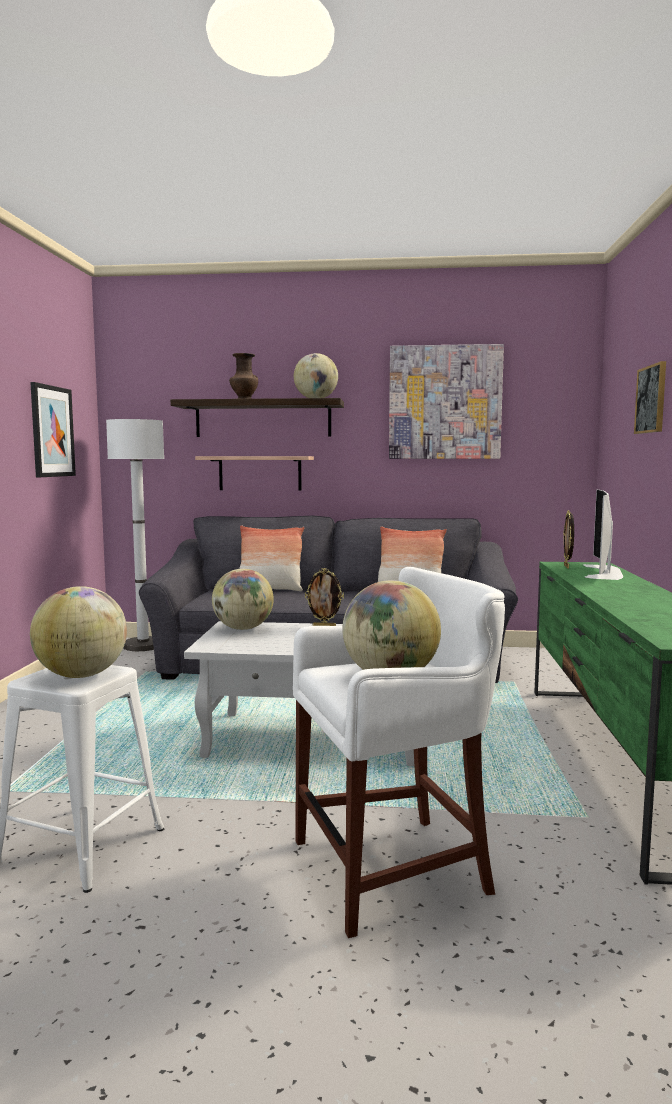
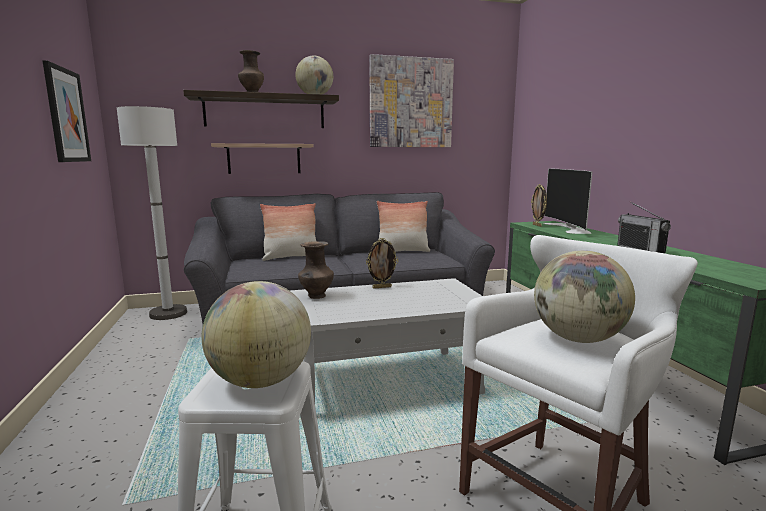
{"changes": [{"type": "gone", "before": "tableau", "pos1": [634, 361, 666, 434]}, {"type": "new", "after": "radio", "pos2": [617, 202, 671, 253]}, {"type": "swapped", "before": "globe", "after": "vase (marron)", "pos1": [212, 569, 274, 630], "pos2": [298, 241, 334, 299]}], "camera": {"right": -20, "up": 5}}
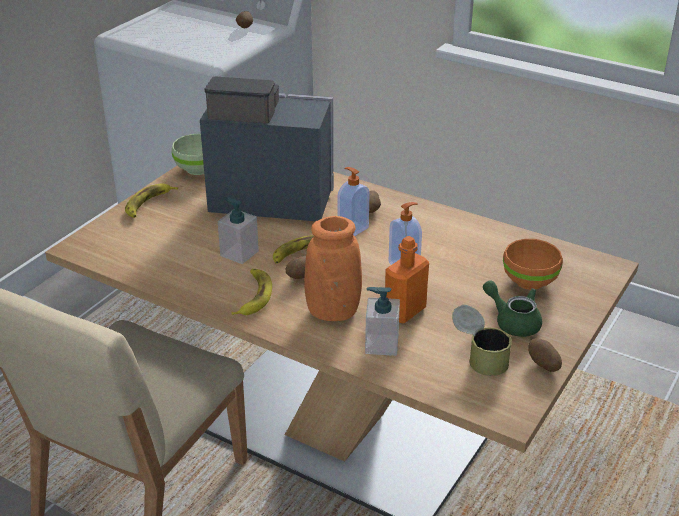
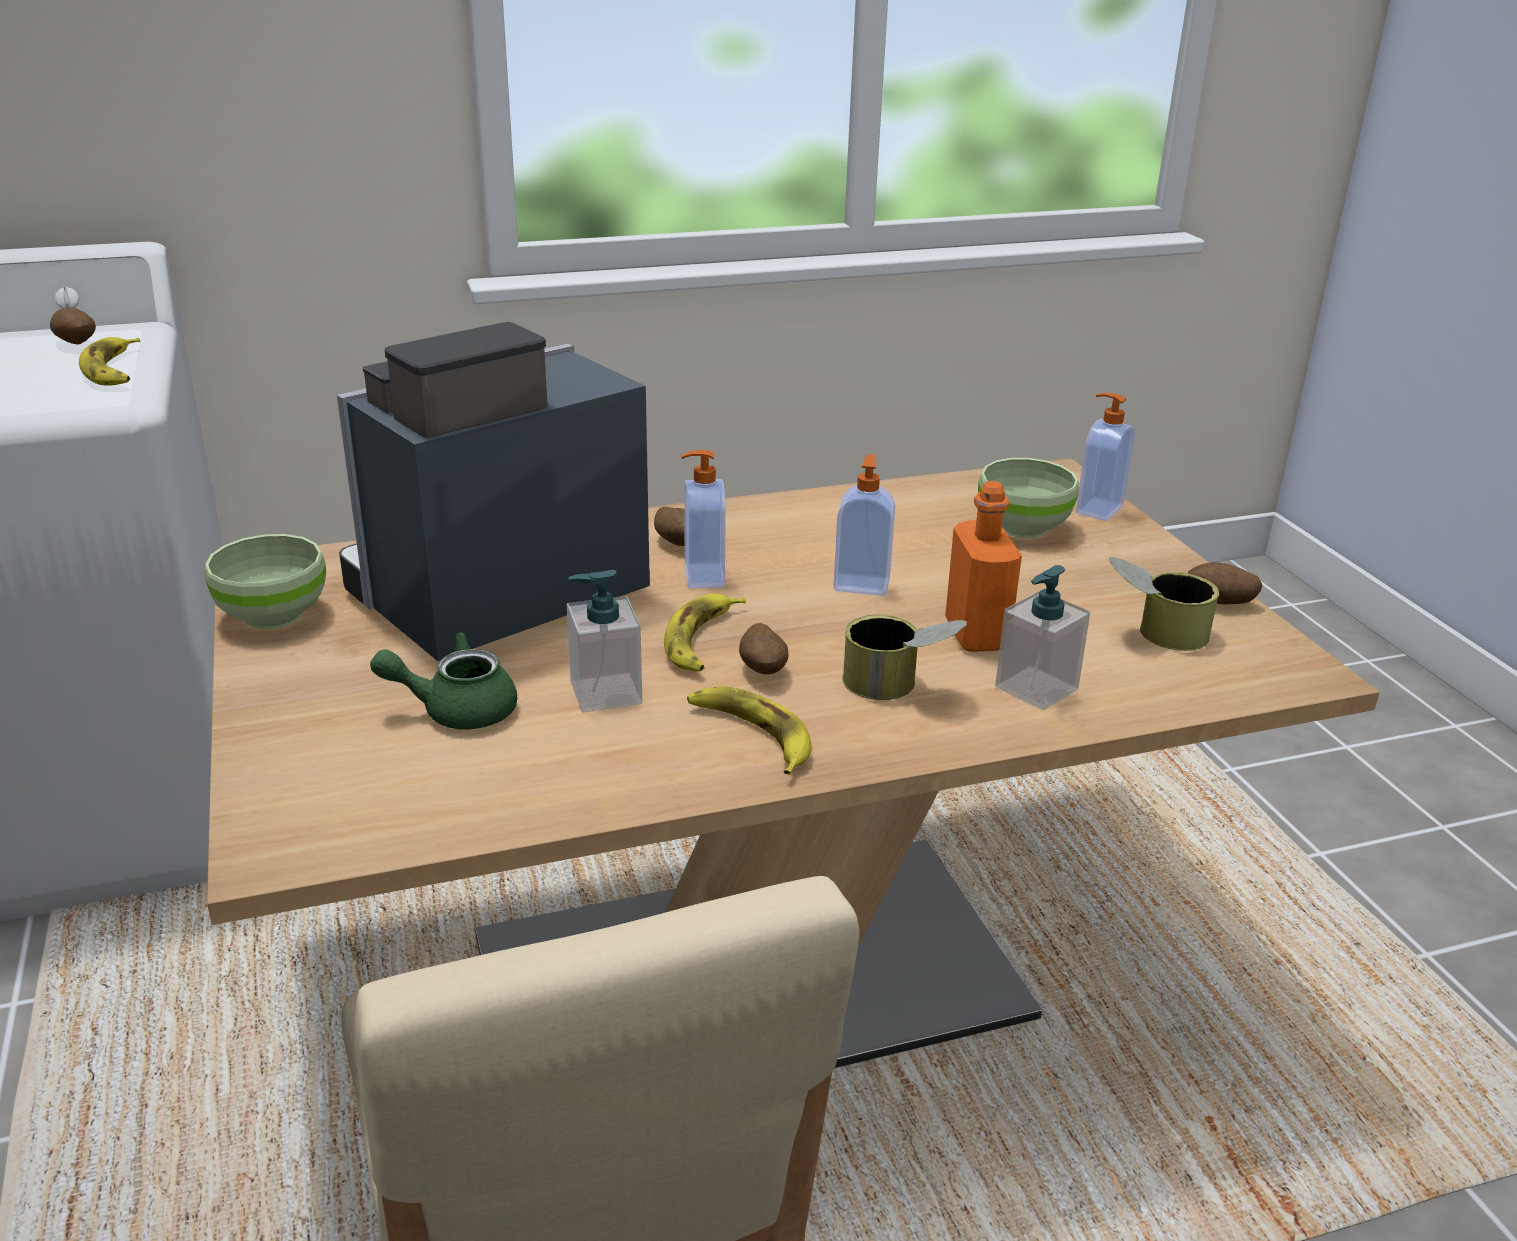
{"changes": [{"type": "new", "after": "distributeur de savon", "pos2": [1076, 393, 1135, 521]}, {"type": "shifted", "before": "banane", "pos1": [125, 183, 178, 218], "pos2": [79, 337, 140, 386]}, {"type": "shifted", "before": "théière (vert)", "pos1": [483, 280, 542, 337], "pos2": [370, 633, 517, 729]}, {"type": "swapped", "before": "vase (orange)", "after": "boîte métallique", "pos1": [304, 216, 362, 321], "pos2": [843, 614, 967, 700]}, {"type": "repainted", "before": "bol (orange)", "after": "bol (vert)", "pos1": [503, 239, 563, 290], "pos2": [978, 458, 1079, 538]}], "camera": {"right": -50, "up": -5}}
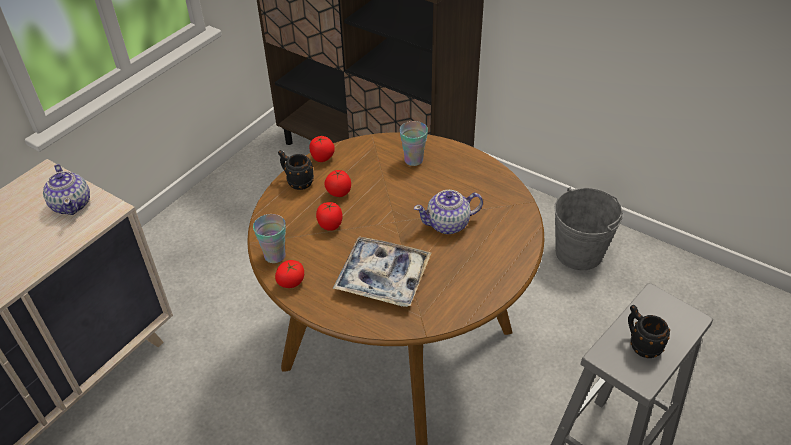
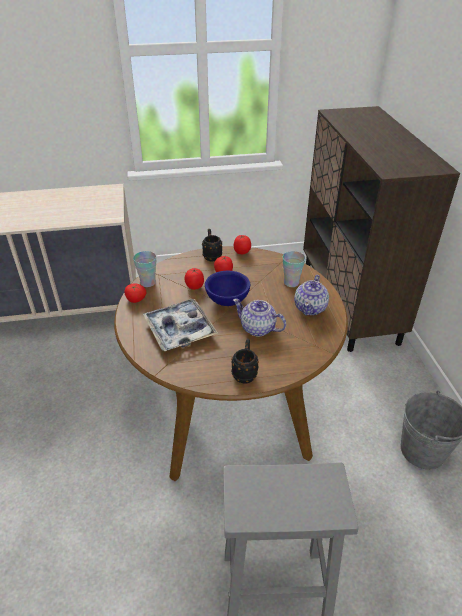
{"changes": [{"type": "new", "after": "bol (bleu)", "pos2": [205, 271, 250, 306]}, {"type": "shifted", "before": "théière", "pos1": [43, 164, 90, 215], "pos2": [294, 275, 329, 315]}, {"type": "shifted", "before": "mug (noir)", "pos1": [628, 305, 670, 358], "pos2": [231, 339, 259, 384]}], "camera": {"right": 45, "up": -5}}
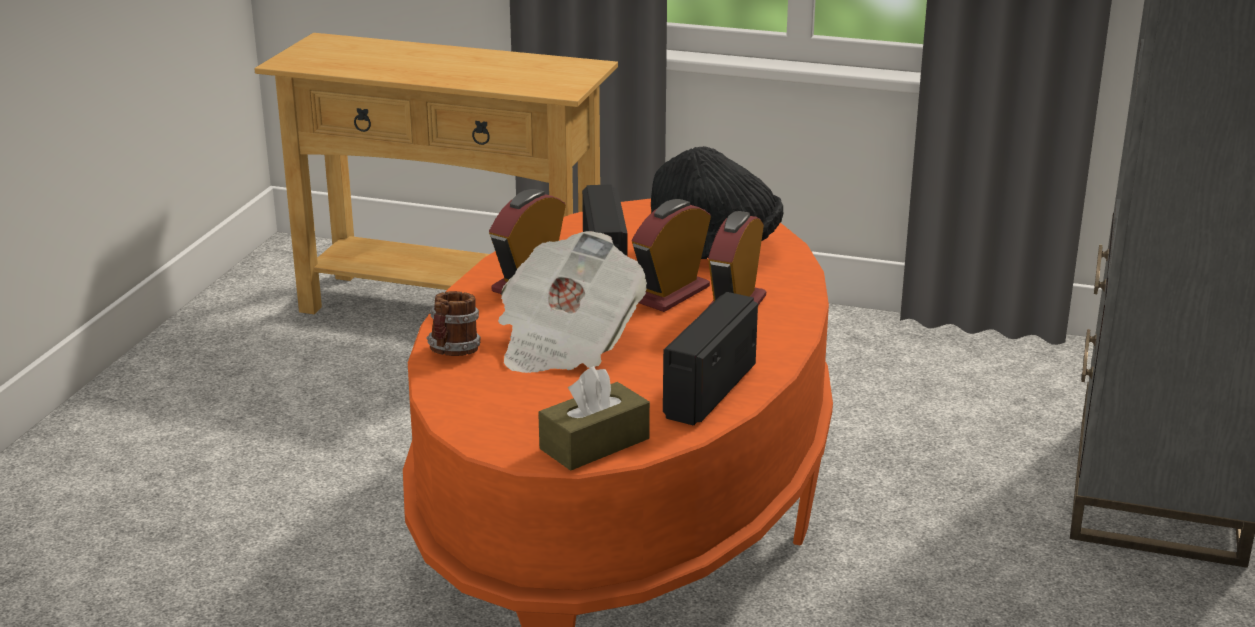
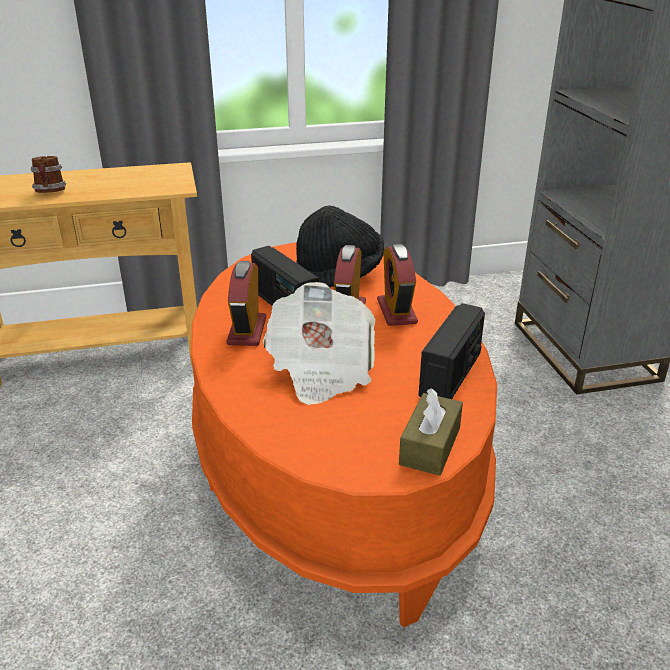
{"changes": [{"type": "shifted", "before": "mug", "pos1": [427, 291, 481, 356], "pos2": [30, 156, 66, 193]}, {"type": "rotated", "before": "radio", "pos1": [663, 292, 758, 425], "pos2": [419, 303, 485, 399], "turn": -150}], "camera": {"right": -30, "up": 5}}
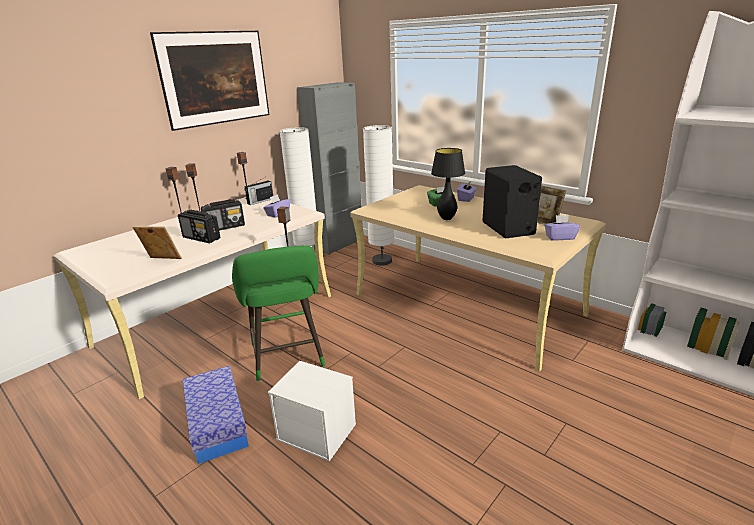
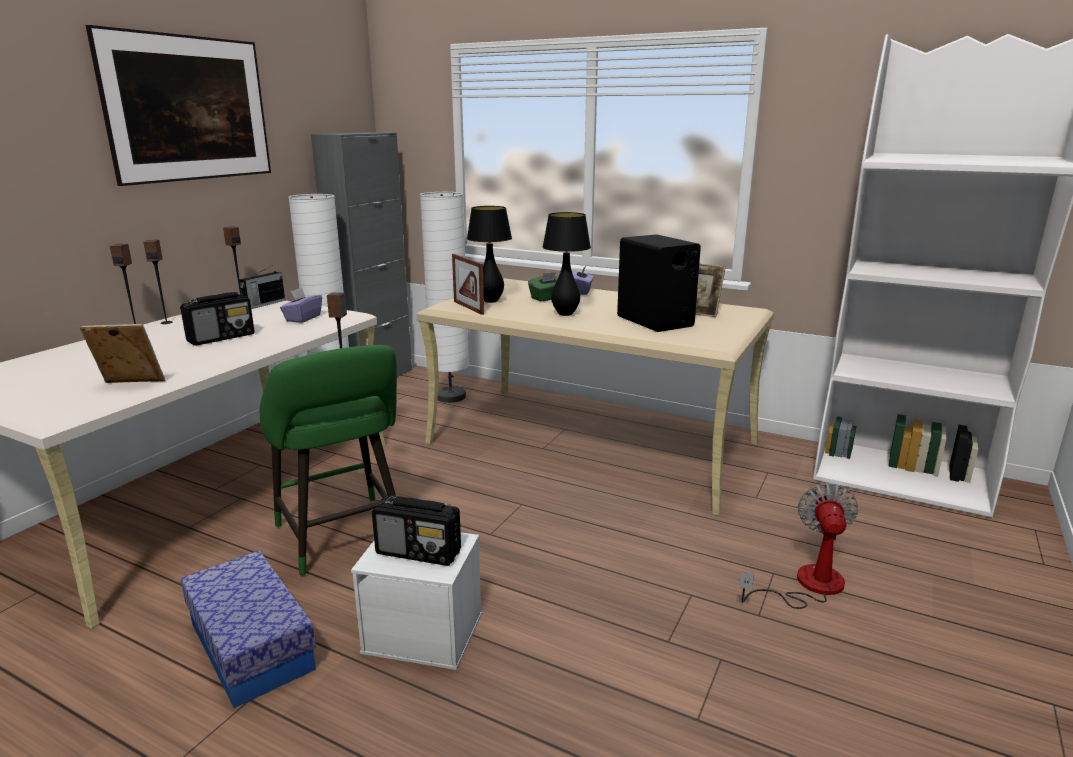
{"changes": [{"type": "gone", "before": "boîte à mouchoirs (violet)", "pos1": [544, 215, 580, 241]}, {"type": "new", "after": "cadre photo", "pos2": [452, 254, 484, 315]}, {"type": "new", "after": "lampe de table (noir)", "pos2": [467, 206, 512, 303]}, {"type": "new", "after": "ventilateur", "pos2": [739, 483, 858, 609]}, {"type": "shifted", "before": "radio", "pos1": [178, 210, 221, 243], "pos2": [372, 495, 461, 566]}], "camera": {"right": -15, "up": -5}}
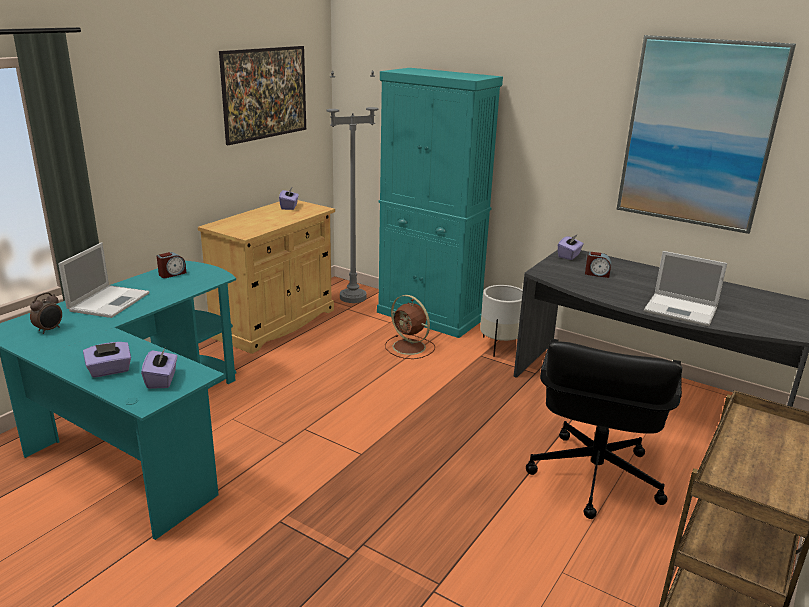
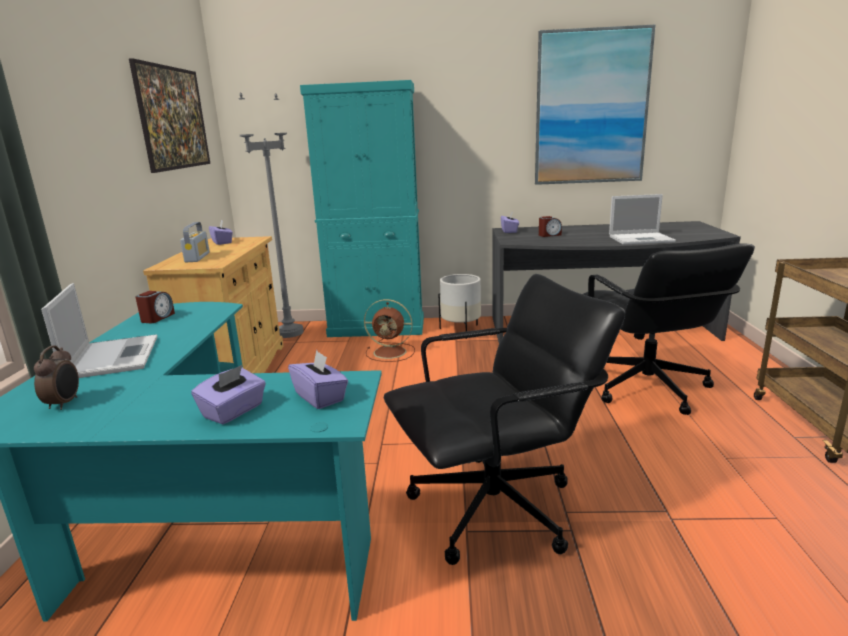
{"changes": [{"type": "new", "after": "radio", "pos2": [180, 222, 210, 263]}, {"type": "new", "after": "chaise de bureau (noir)", "pos2": [384, 274, 625, 565]}], "camera": {"right": -30, "up": -5}}
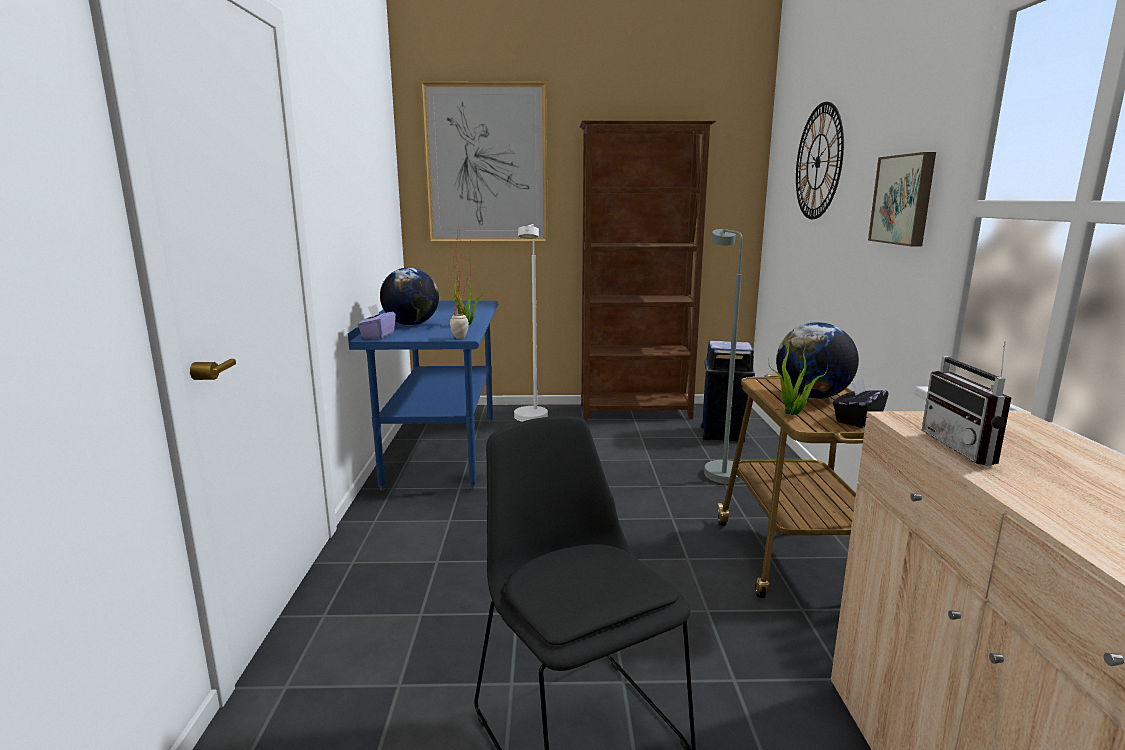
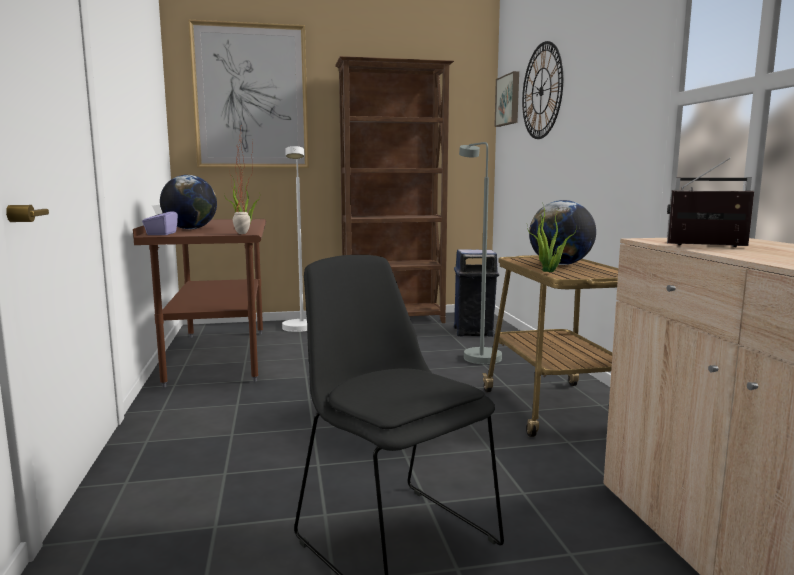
{"changes": [{"type": "gone", "before": "boîte à mouchoirs (noir)", "pos1": [833, 377, 889, 428]}, {"type": "shifted", "before": "tableau", "pos1": [868, 152, 936, 246], "pos2": [494, 71, 519, 127]}, {"type": "repainted", "before": "bureau (bleu)", "after": "bureau (marron)", "pos1": [348, 301, 499, 491], "pos2": [133, 219, 266, 387]}, {"type": "rotated", "before": "radio", "pos1": [922, 341, 1012, 466], "pos2": [667, 158, 754, 247], "turn": 120}], "camera": {"right": -10, "up": -5}}
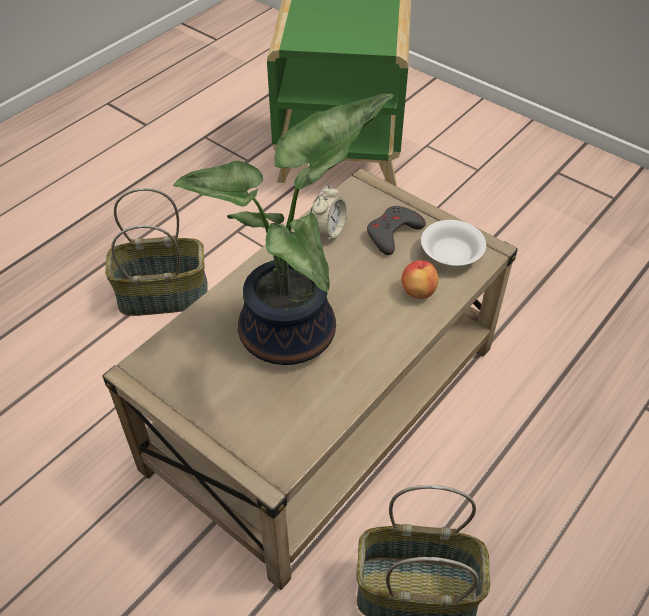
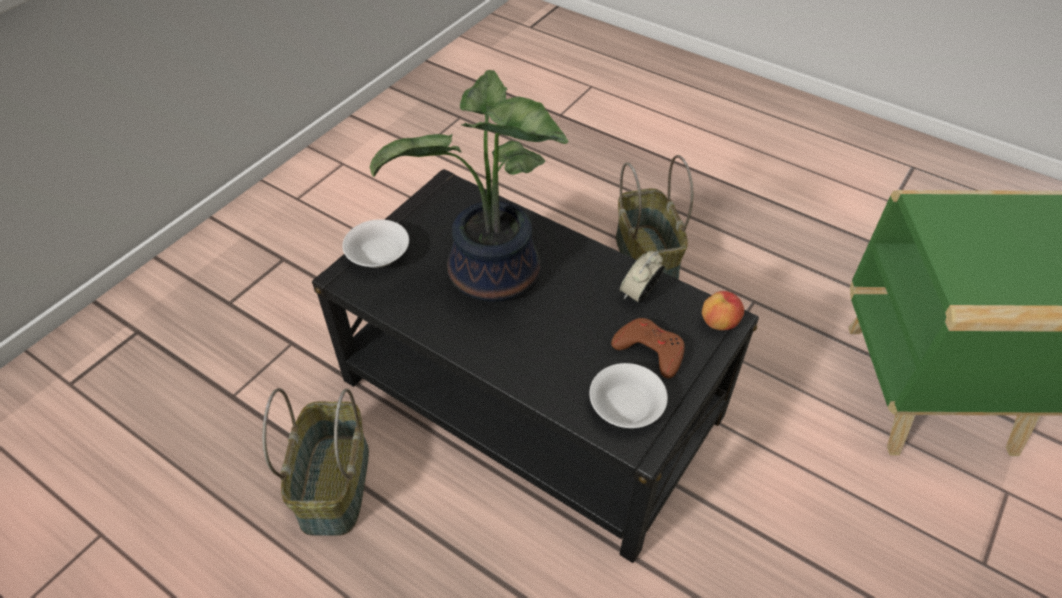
{"changes": [{"type": "new", "after": "bol (blanc)", "pos2": [342, 219, 409, 268]}, {"type": "shifted", "before": "pomme", "pos1": [402, 260, 439, 299], "pos2": [702, 291, 744, 330]}, {"type": "repainted", "before": "table basse (beige)", "after": "table basse (noir)", "pos1": [103, 168, 518, 590], "pos2": [312, 169, 759, 563]}, {"type": "repainted", "before": "manette (gris)", "after": "manette (marron)", "pos1": [367, 206, 426, 255], "pos2": [611, 318, 685, 378]}, {"type": "rotated", "before": "réveil", "pos1": [310, 185, 347, 243], "pos2": [620, 251, 664, 303], "turn": 105}], "camera": {"right": 85, "up": 0}}
